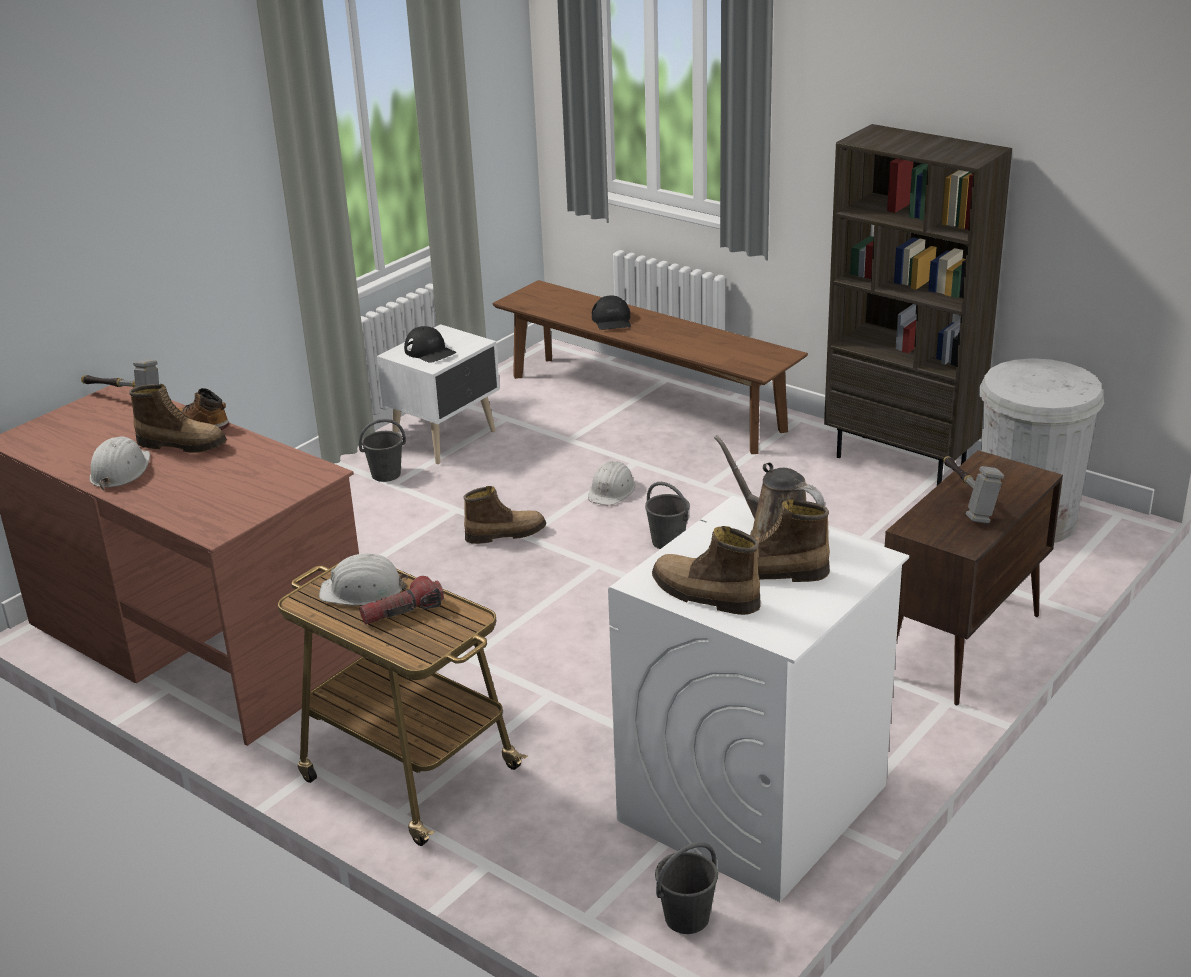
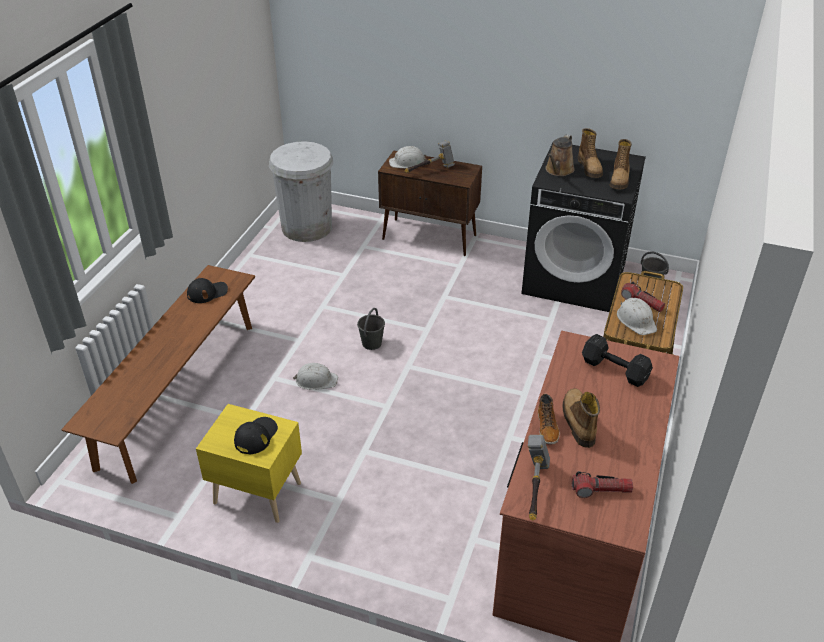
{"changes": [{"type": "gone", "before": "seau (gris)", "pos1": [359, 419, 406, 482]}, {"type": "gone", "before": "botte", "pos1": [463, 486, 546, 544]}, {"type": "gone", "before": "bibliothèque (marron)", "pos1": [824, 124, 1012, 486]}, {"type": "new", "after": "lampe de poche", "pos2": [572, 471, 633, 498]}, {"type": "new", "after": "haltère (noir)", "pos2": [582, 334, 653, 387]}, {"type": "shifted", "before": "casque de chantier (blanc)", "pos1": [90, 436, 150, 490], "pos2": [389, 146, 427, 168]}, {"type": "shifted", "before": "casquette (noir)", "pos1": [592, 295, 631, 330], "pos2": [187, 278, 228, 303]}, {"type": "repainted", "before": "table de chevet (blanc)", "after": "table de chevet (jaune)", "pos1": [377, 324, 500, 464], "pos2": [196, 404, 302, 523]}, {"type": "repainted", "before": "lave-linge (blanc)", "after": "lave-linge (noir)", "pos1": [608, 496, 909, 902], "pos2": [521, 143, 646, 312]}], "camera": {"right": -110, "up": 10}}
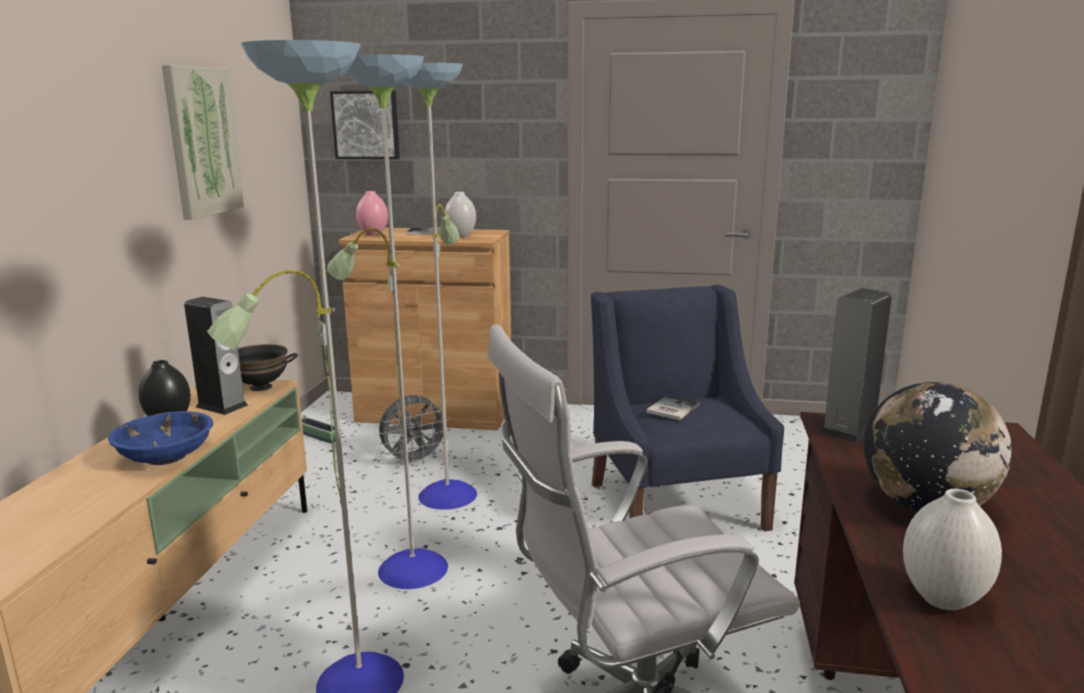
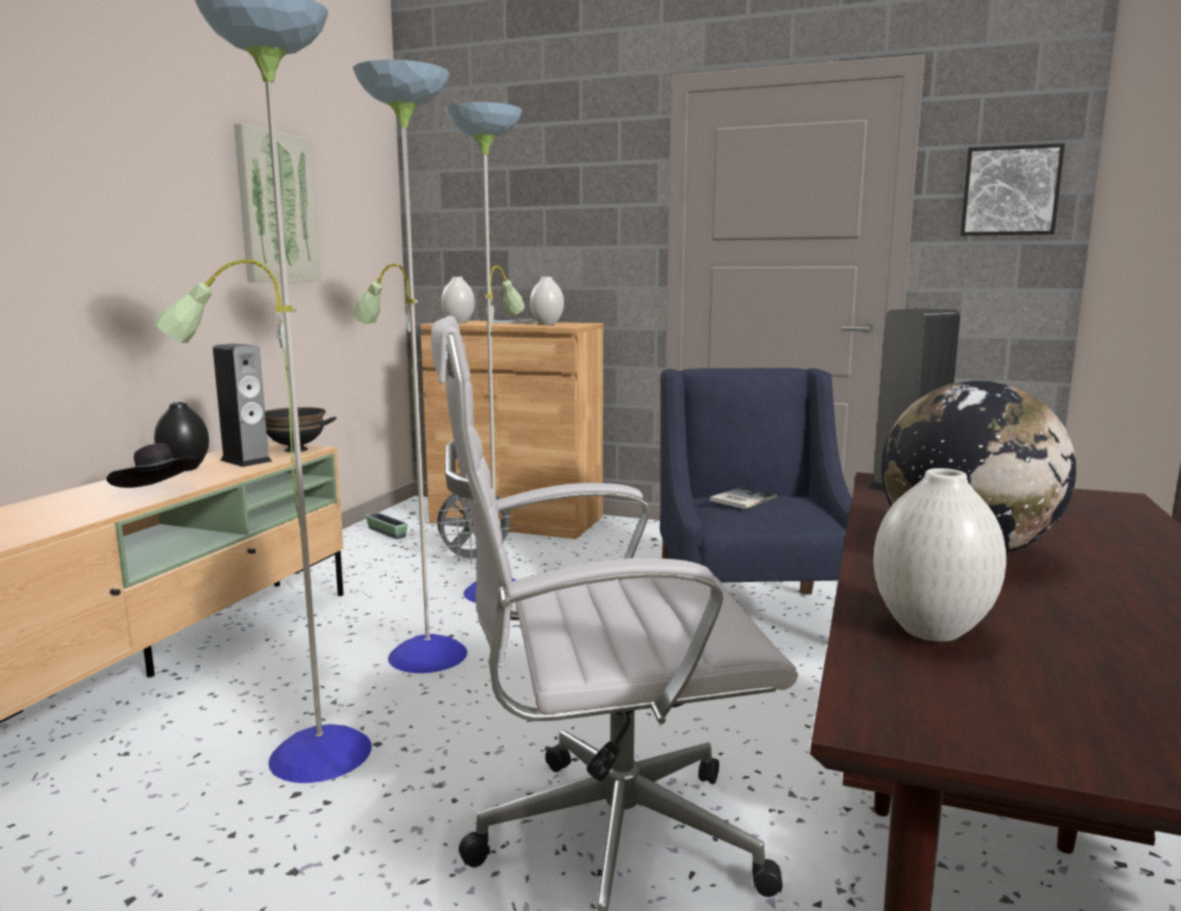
{"changes": [{"type": "shifted", "before": "tableau", "pos1": [330, 91, 400, 159], "pos2": [960, 143, 1065, 236]}, {"type": "swapped", "before": "bol (bleu)", "after": "chapeau (noir)", "pos1": [108, 411, 213, 465], "pos2": [106, 443, 200, 488]}, {"type": "repainted", "before": "vase (rose)", "after": "vase (blanc)", "pos1": [356, 191, 388, 236], "pos2": [442, 277, 475, 323]}], "camera": {"right": 10, "up": -5}}
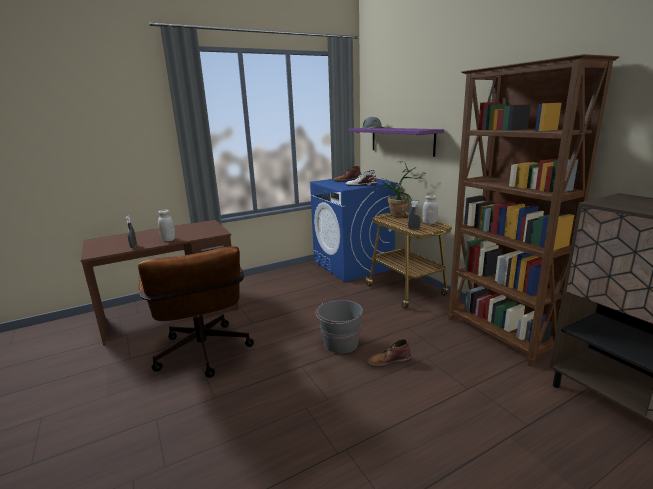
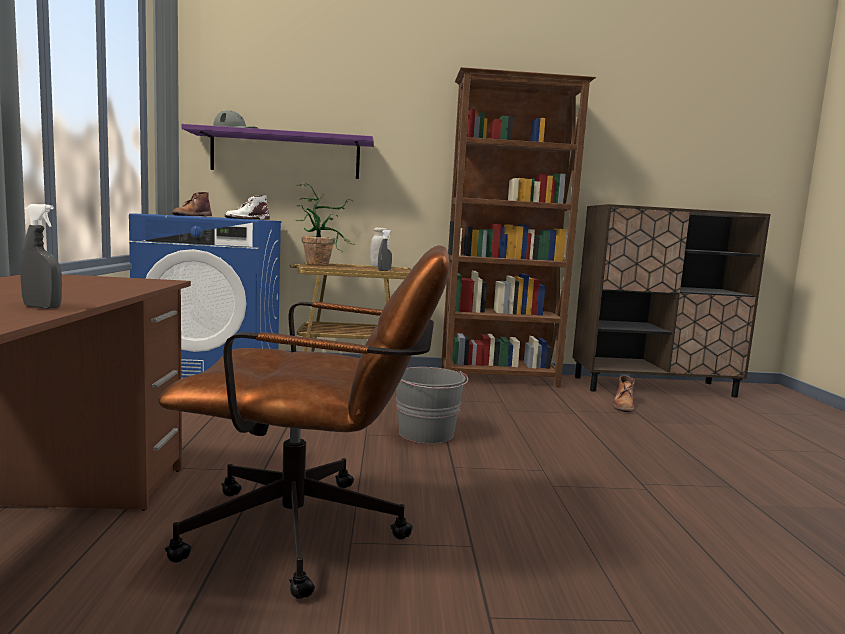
{"changes": [{"type": "gone", "before": "bocal (blanc)", "pos1": [158, 210, 175, 241]}, {"type": "shifted", "before": "botte (marron)", "pos1": [367, 339, 411, 367], "pos2": [612, 375, 635, 412]}], "camera": {"right": -65, "up": -10}}
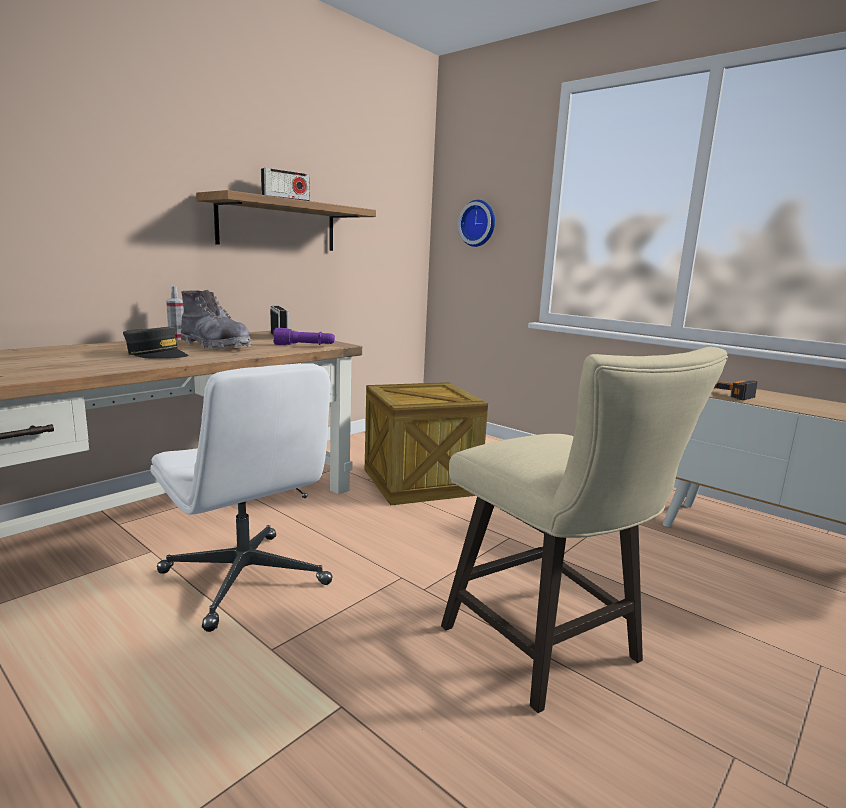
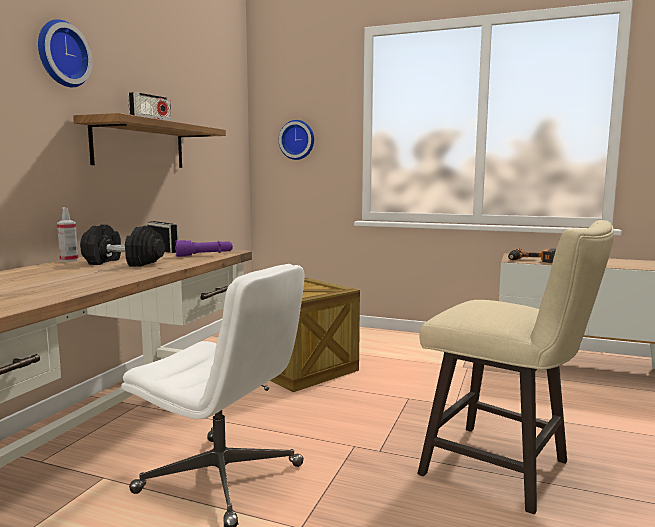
{"changes": [{"type": "gone", "before": "casquette (gris)", "pos1": [123, 326, 189, 359]}, {"type": "new", "after": "horloge murale", "pos2": [38, 19, 93, 87]}, {"type": "swapped", "before": "botte (gris)", "after": "haltère (noir)", "pos1": [181, 290, 251, 350], "pos2": [80, 225, 165, 267]}], "camera": {"right": -20, "up": -5}}
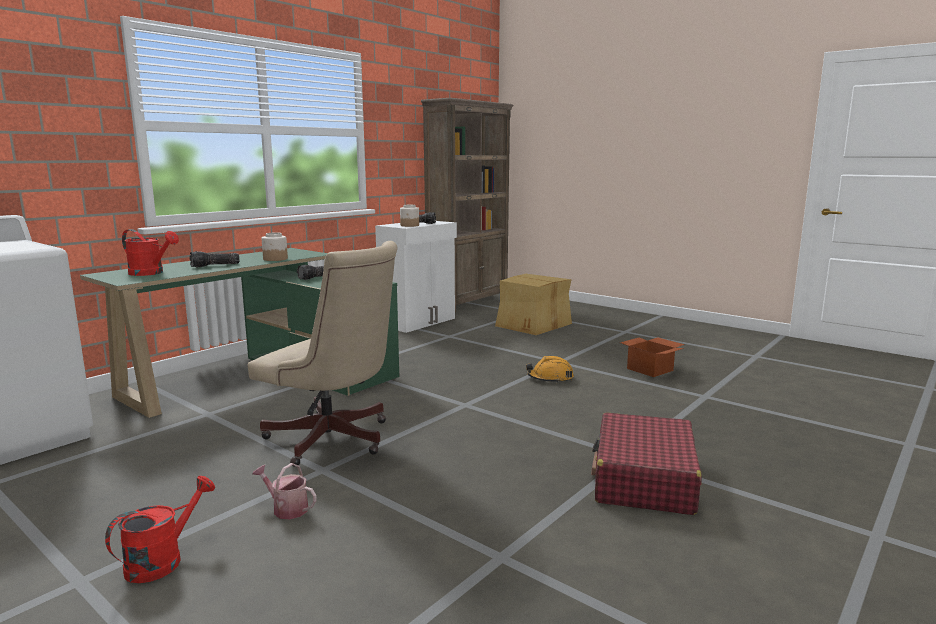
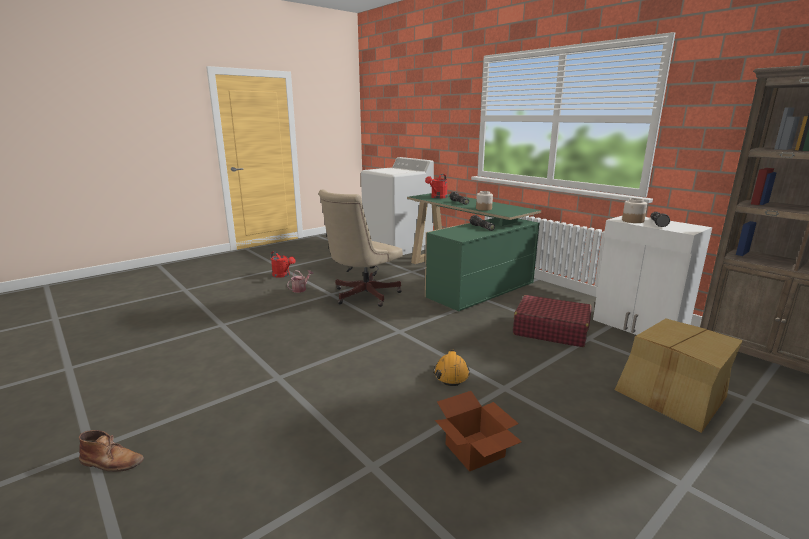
{"changes": [{"type": "new", "after": "botte (marron)", "pos2": [79, 430, 144, 472]}, {"type": "shifted", "before": "valise (rouge)", "pos1": [591, 412, 702, 515], "pos2": [513, 295, 592, 347]}], "camera": {"right": 100, "up": 5}}
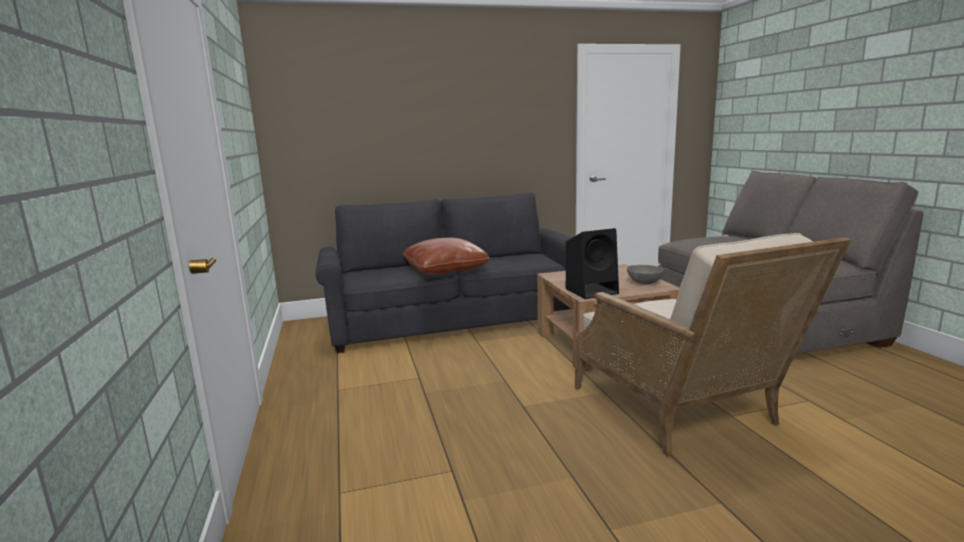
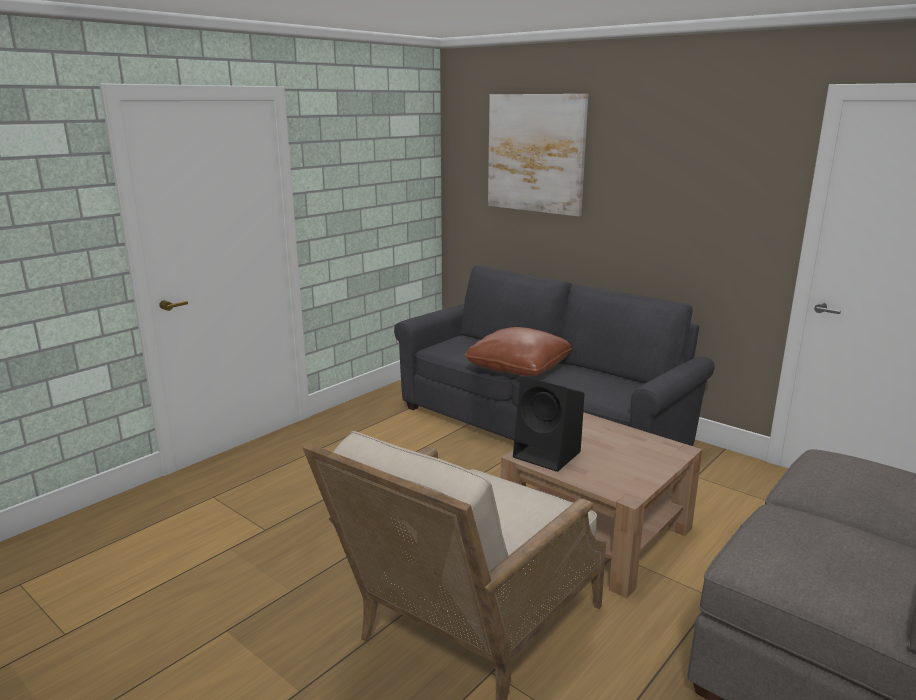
{"changes": [{"type": "gone", "before": "bol (gris)", "pos1": [627, 265, 663, 285]}, {"type": "new", "after": "tableau", "pos2": [488, 94, 588, 216]}], "camera": {"right": 55, "up": 5}}
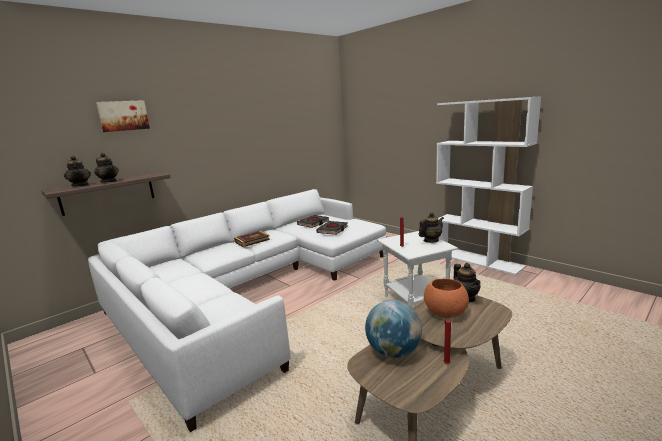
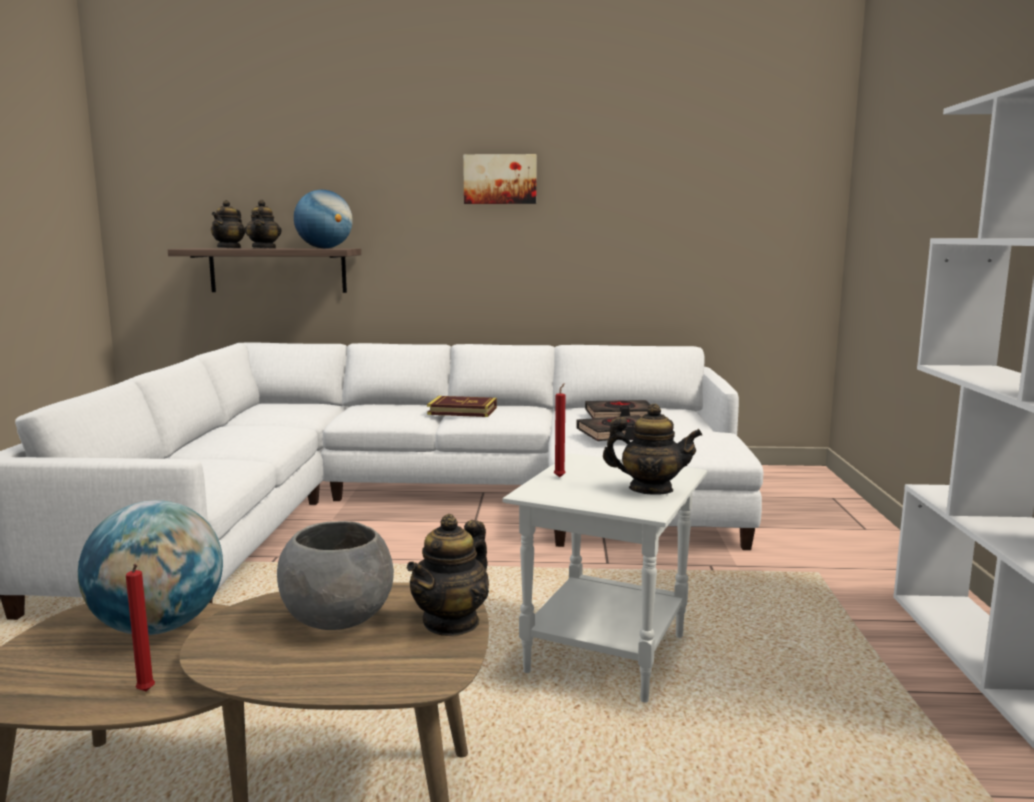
{"changes": [{"type": "new", "after": "globe", "pos2": [294, 190, 353, 248]}, {"type": "shifted", "before": "tableau", "pos1": [96, 100, 150, 132], "pos2": [463, 154, 536, 204]}, {"type": "repainted", "before": "bol (orange)", "after": "bol (gris)", "pos1": [424, 278, 469, 318], "pos2": [277, 521, 394, 630]}], "camera": {"right": 45, "up": -5}}
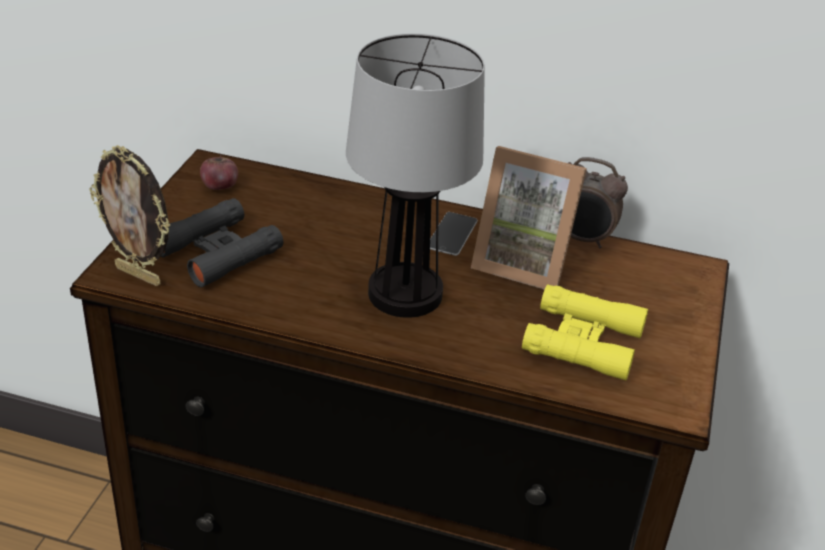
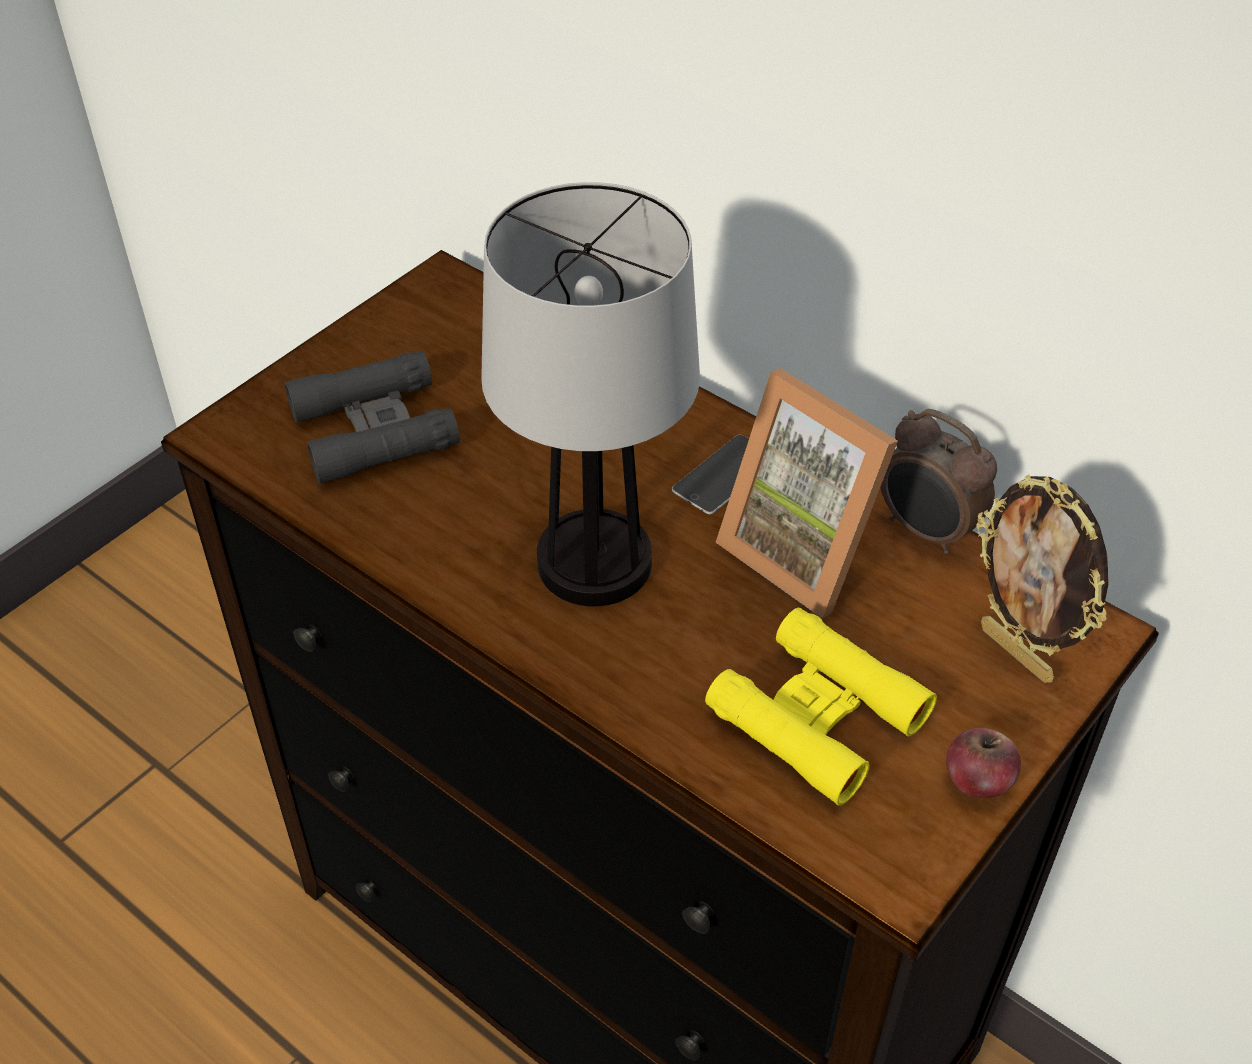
{"changes": [{"type": "shifted", "before": "cadre photo", "pos1": [89, 145, 171, 286], "pos2": [977, 475, 1109, 683]}, {"type": "shifted", "before": "pomme", "pos1": [200, 155, 238, 190], "pos2": [946, 728, 1021, 798]}], "camera": {"right": 25, "up": 10}}
